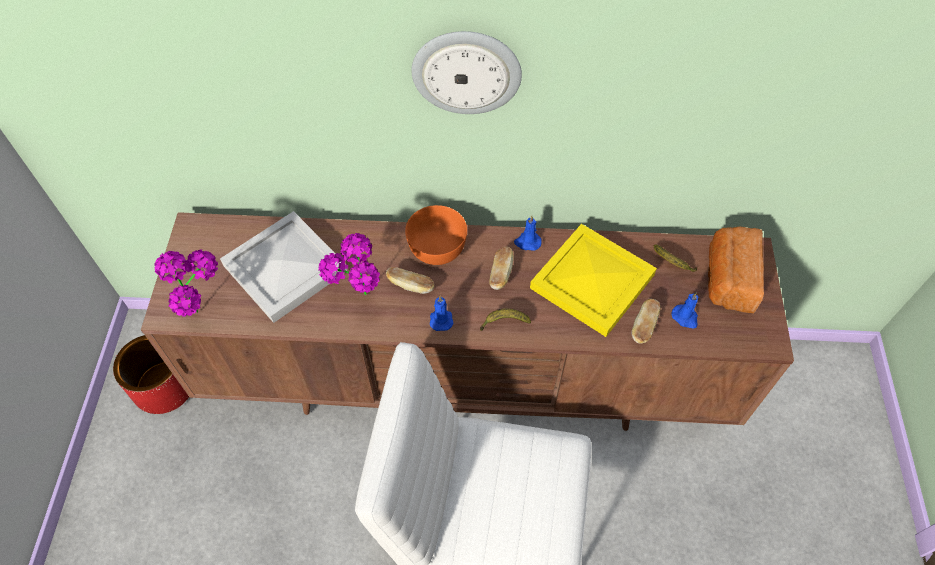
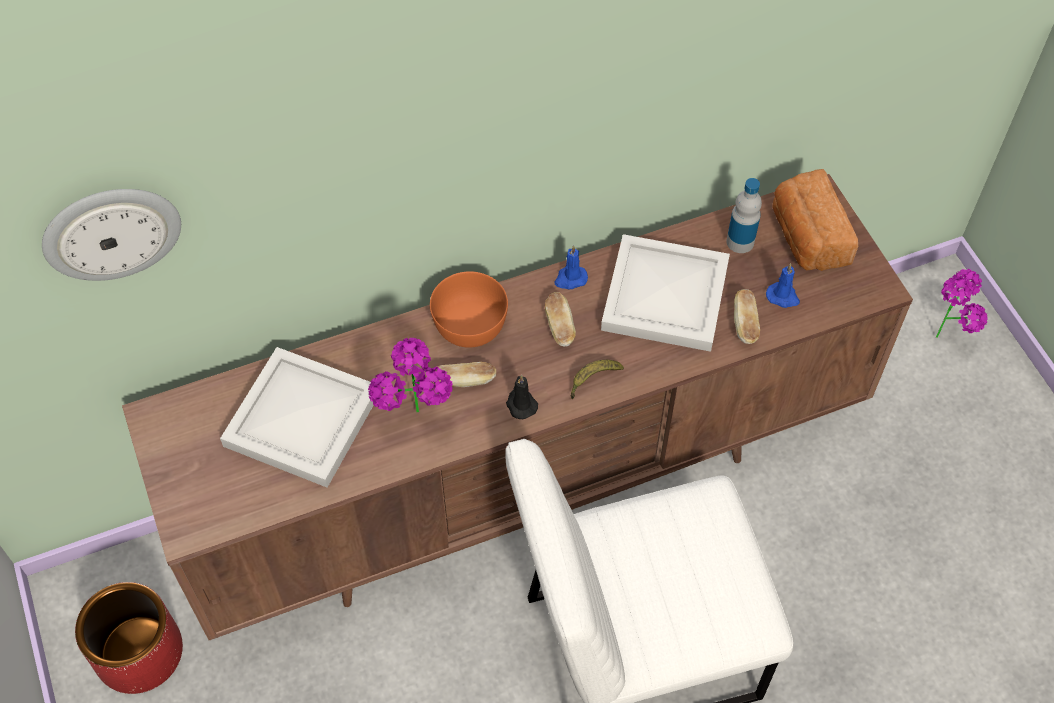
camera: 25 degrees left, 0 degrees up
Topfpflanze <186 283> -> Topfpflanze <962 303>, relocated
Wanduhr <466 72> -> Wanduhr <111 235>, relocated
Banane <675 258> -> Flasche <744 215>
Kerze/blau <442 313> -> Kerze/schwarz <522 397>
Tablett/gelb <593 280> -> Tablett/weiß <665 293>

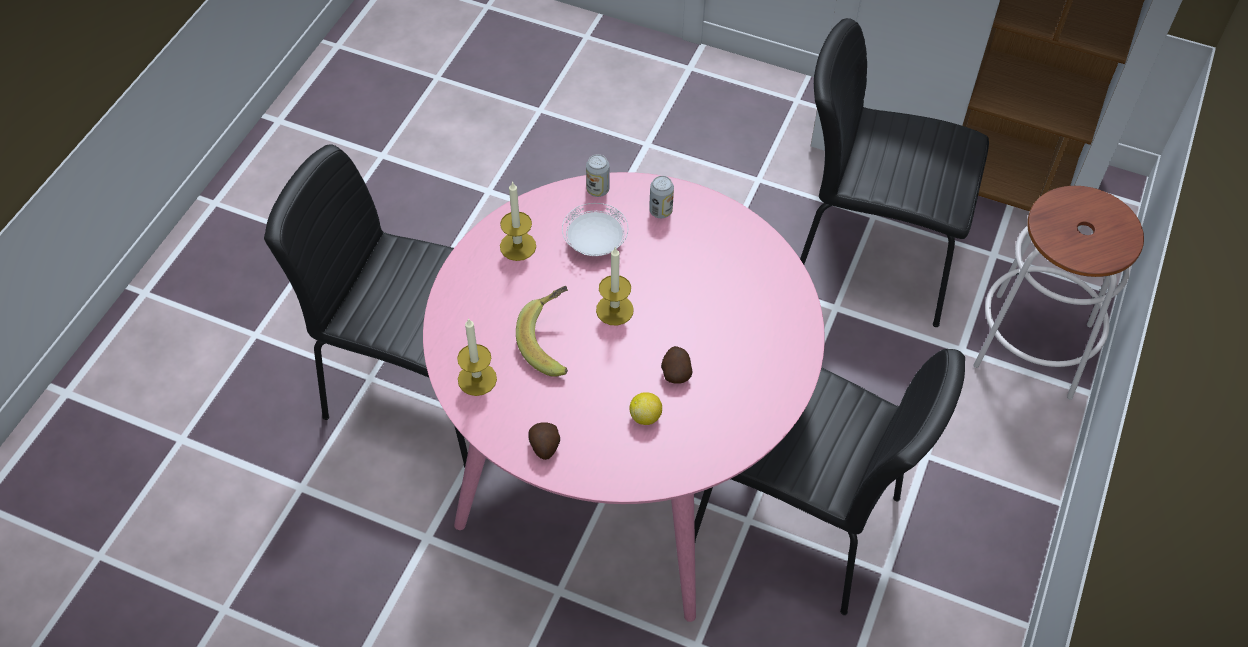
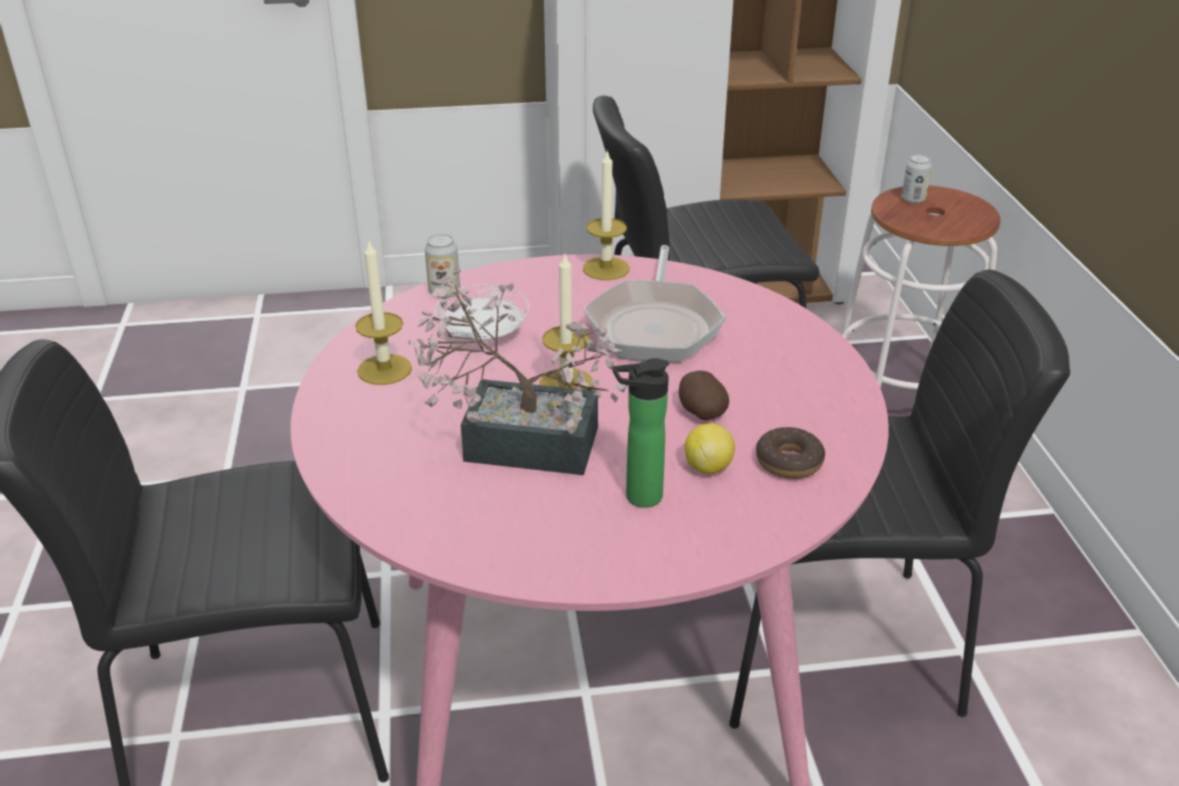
camera: 30 degrees left, 20 degrees down
Kartoffel <544 441> -> none
none -> Pfanne <655 303>
none -> Flasche <640 433>
none -> Donut <790 453>
Kerze <477 357> -> Kerze <606 215>, relocated
Dose <661 197> -> Dose <917 179>, relocated
Banane <542 331> -> Topfpflanze <517 371>

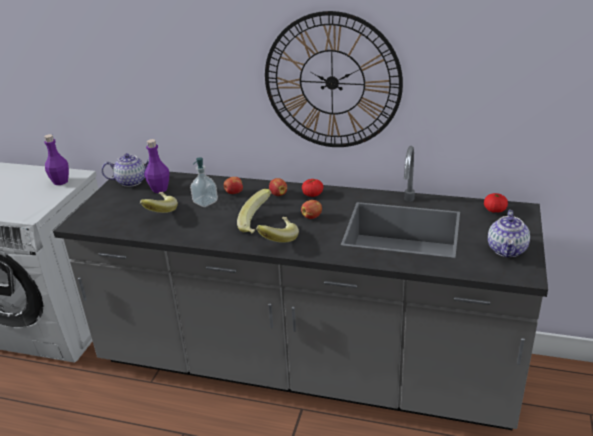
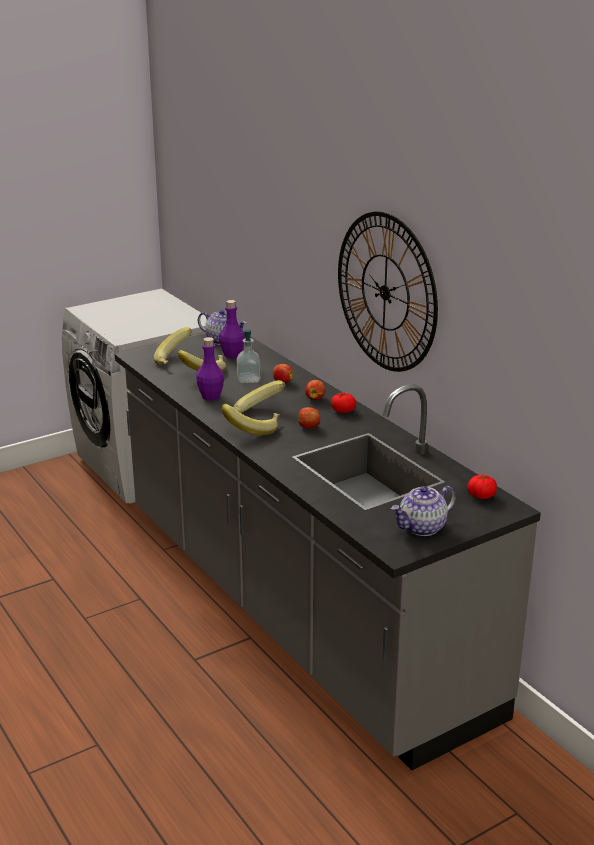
camera: 40 degrees right, 5 degrees down
none -> Banane <173 345>
Flasche/lila <56 159> -> Flasche/lila <210 369>, relocated

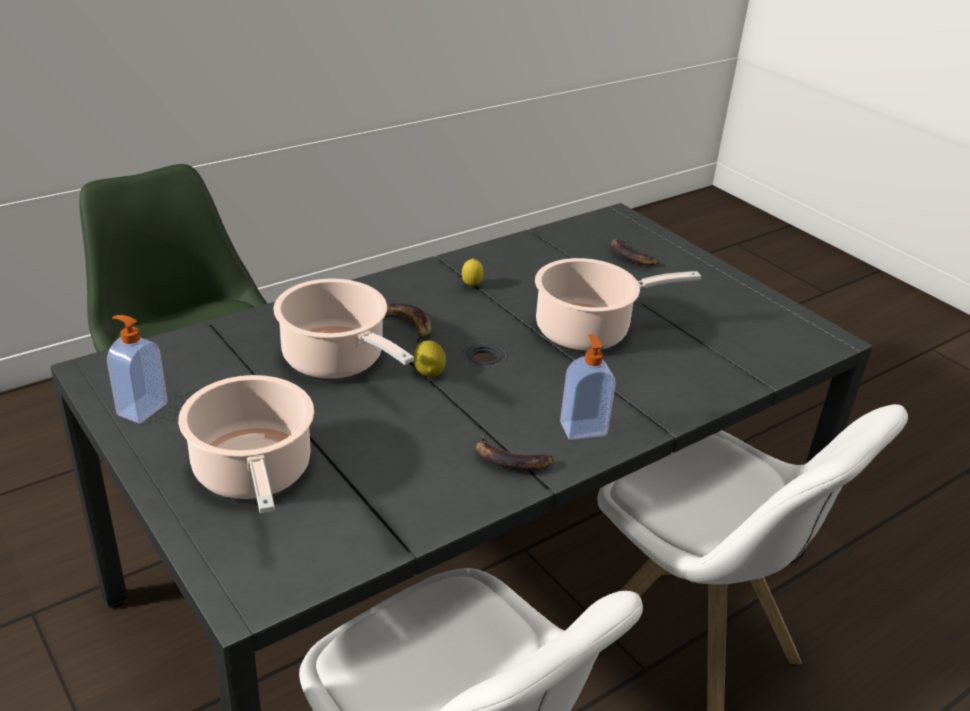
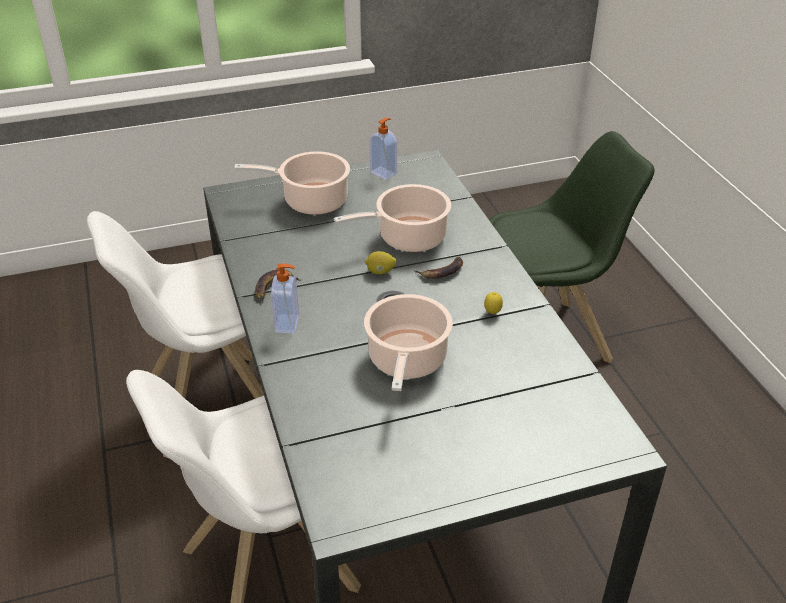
camera: 110 degrees right, 5 degrees up
Banane <635 252> -> none

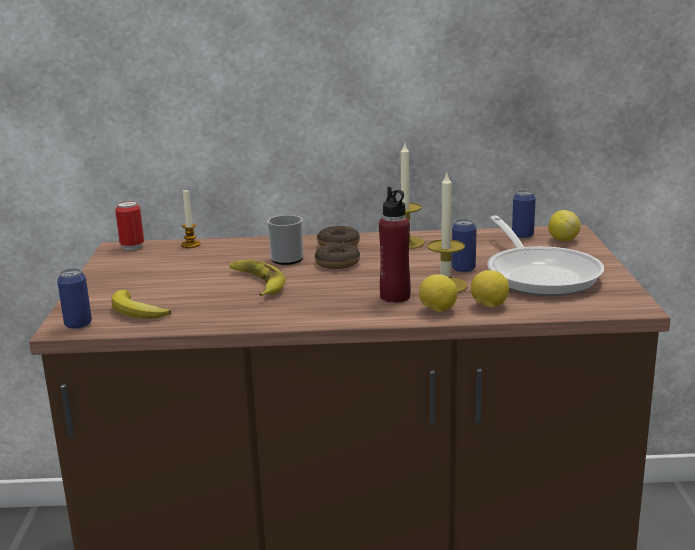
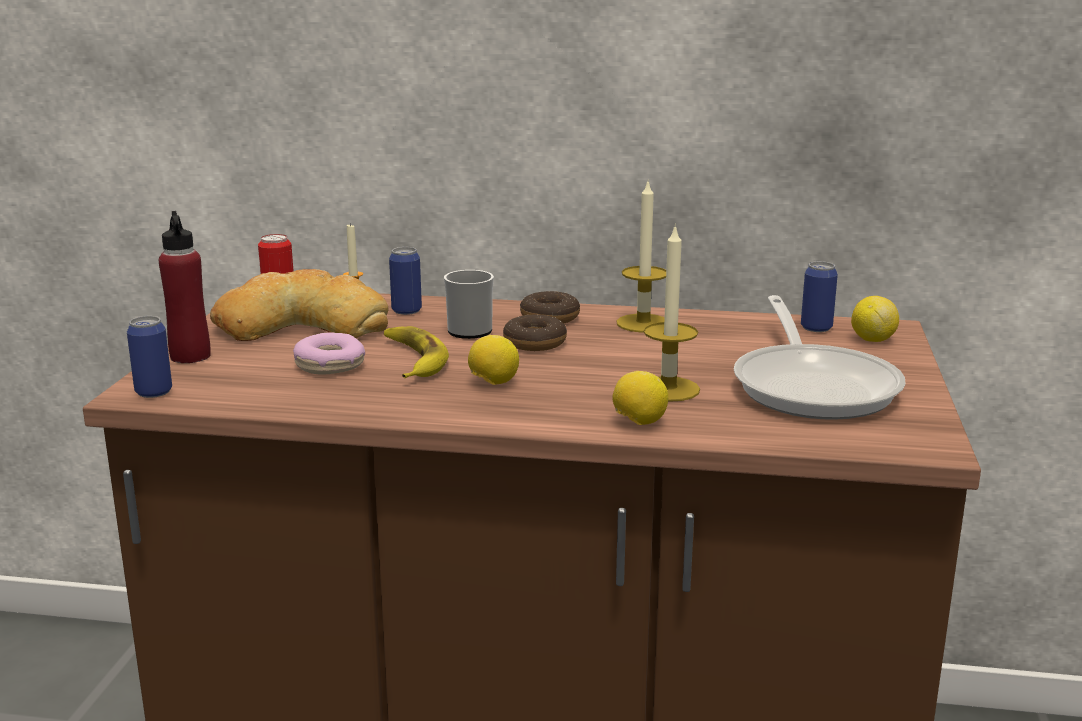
camera: 10 degrees right, 0 degrees up
Banane <141 304> -> none
none -> Brot <299 305>
none -> Donut <329 354>
Flasche/rot <395 245> -> Flasche/rot <185 287>, relocated
Dose <464 245> -> Dose <405 281>, relocated
Zitrone <490 288> -> Zitrone <493 360>, relocated

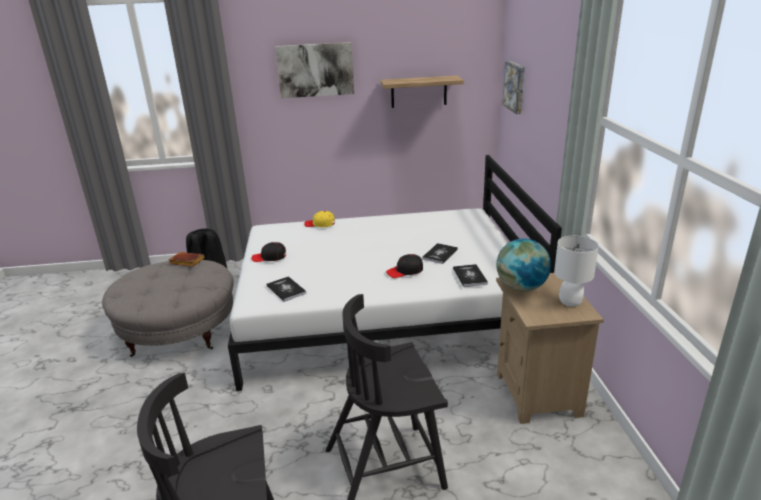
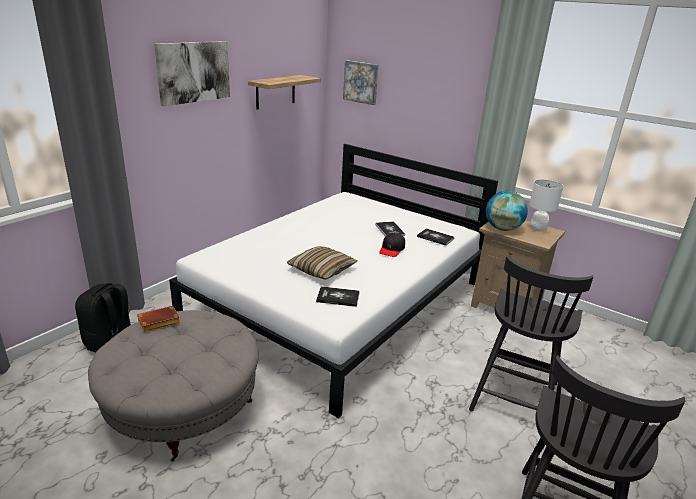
camera: 50 degrees left, 0 degrees up
Kappe/schwarz <268 252> -> none
Kappe/gelb <319 219> -> none
none -> Kissen <322 263>

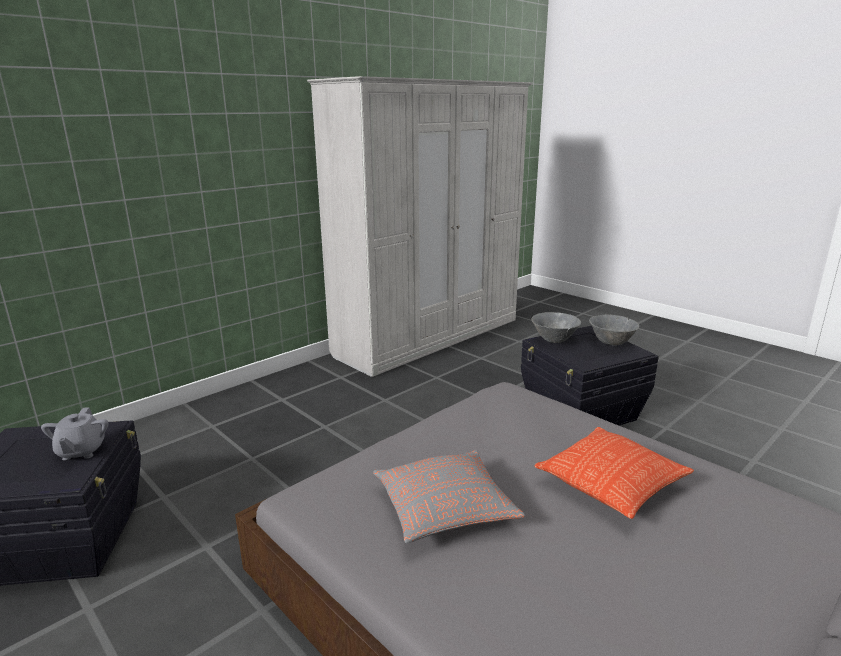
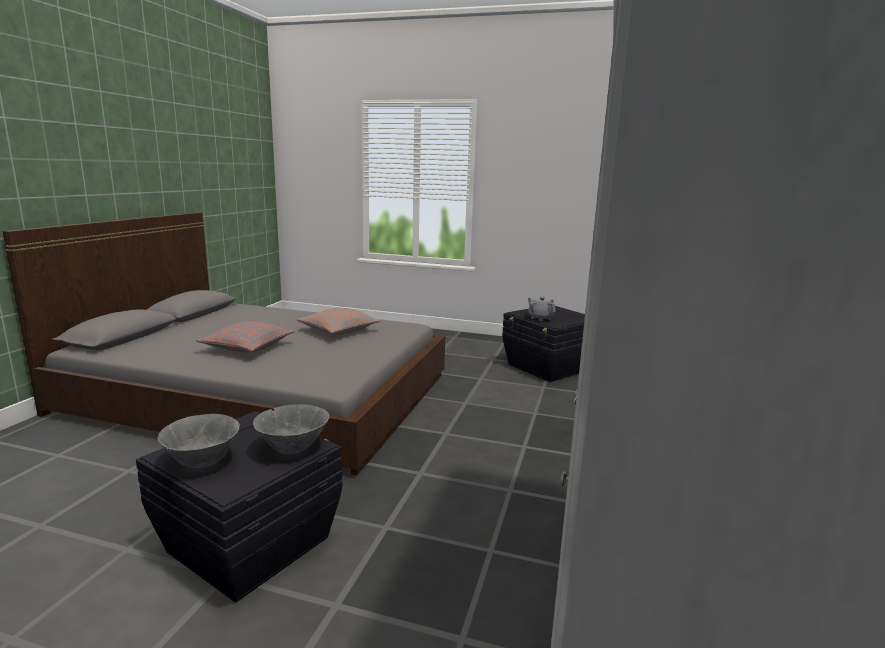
camera: 150 degrees right, 5 degrees down
Kissen/orange <614 473> -> Kissen/grau <245 337>

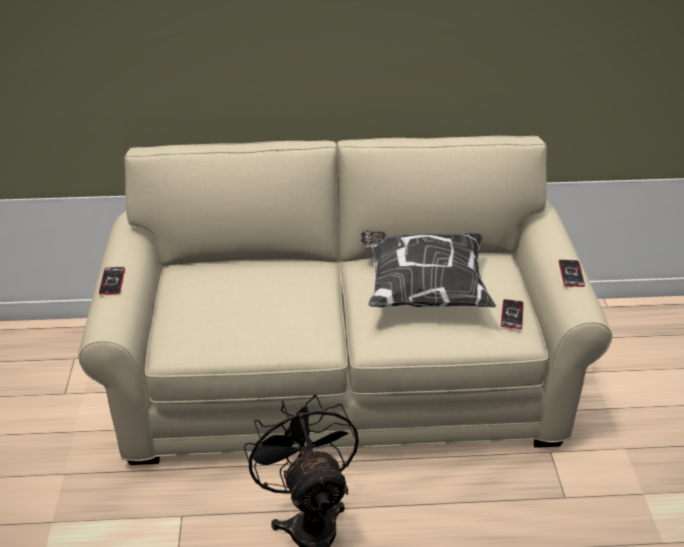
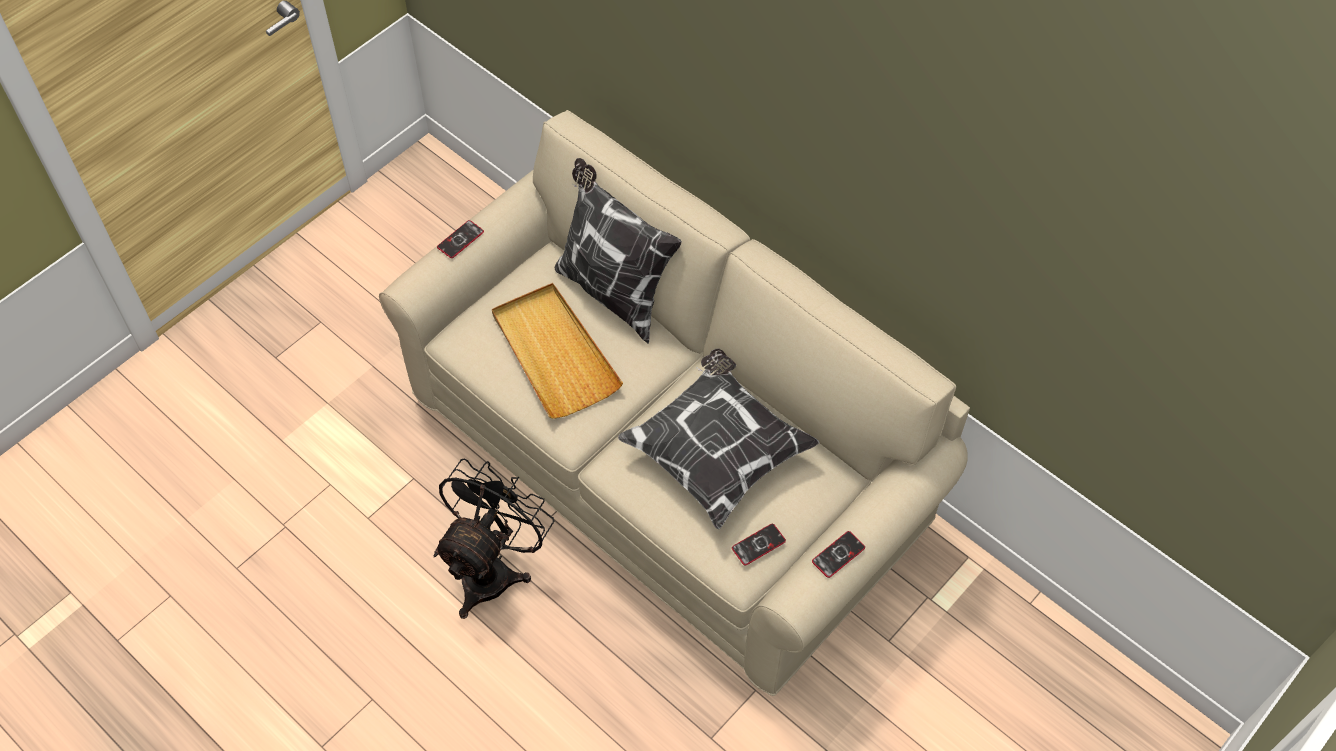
camera: 45 degrees right, 20 degrees up
none -> Tablett/beige <557 351>
none -> Kissen <618 251>

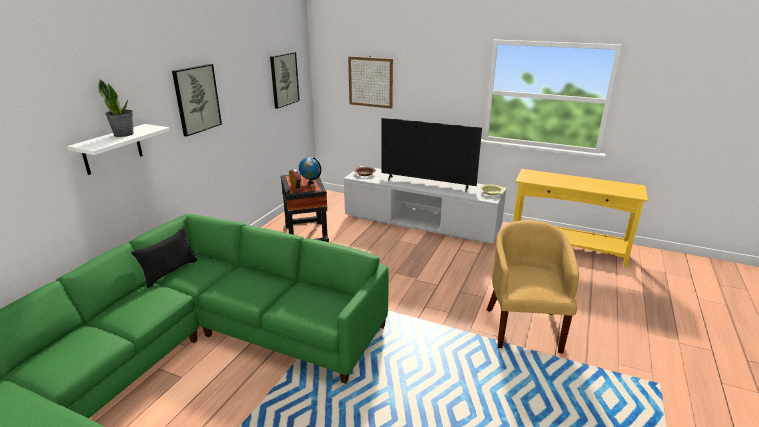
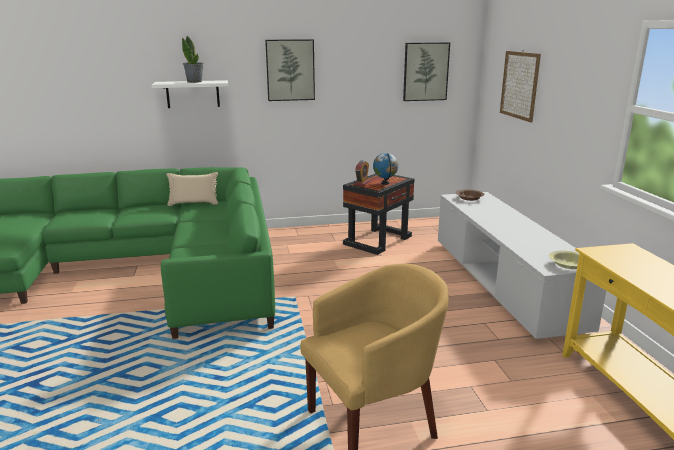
camera: 55 degrees right, 5 degrees down
Fernseher <432 155> -> none
Kissen/schwarz <164 258> -> Kissen/beige <192 189>

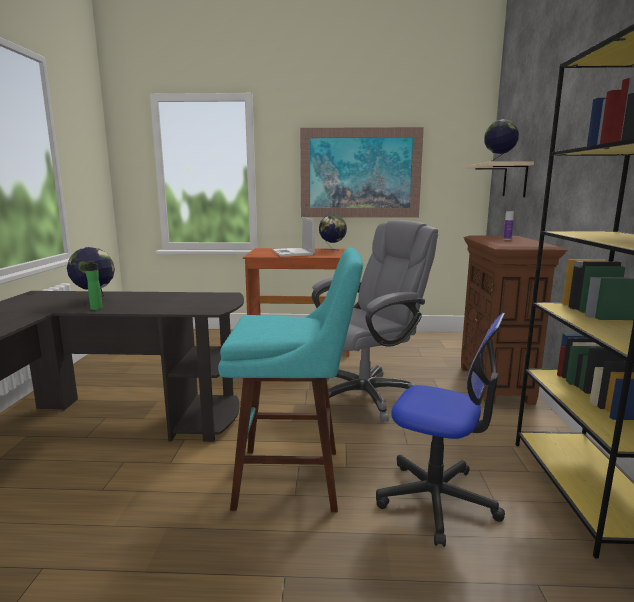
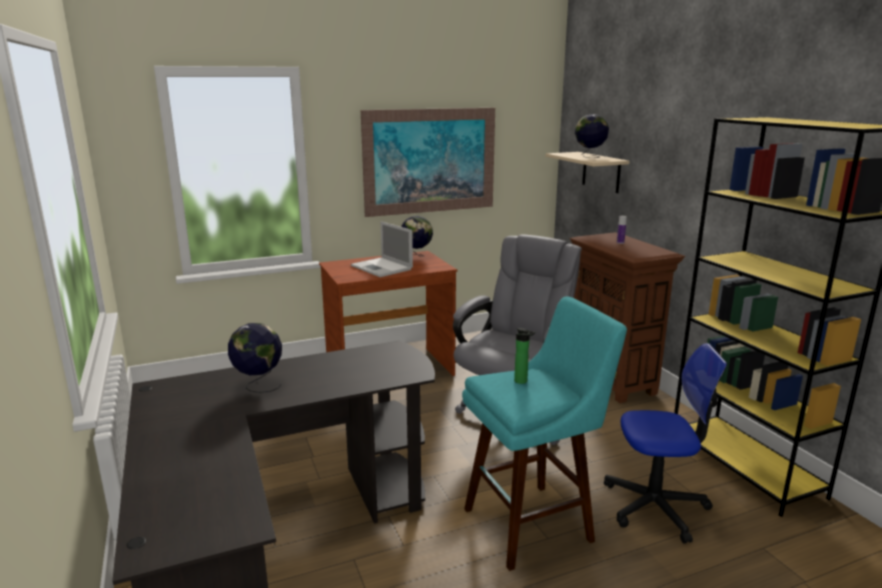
camera: 25 degrees left, 5 degrees up
Flasche <94 285> -> Flasche <524 356>, relocated

